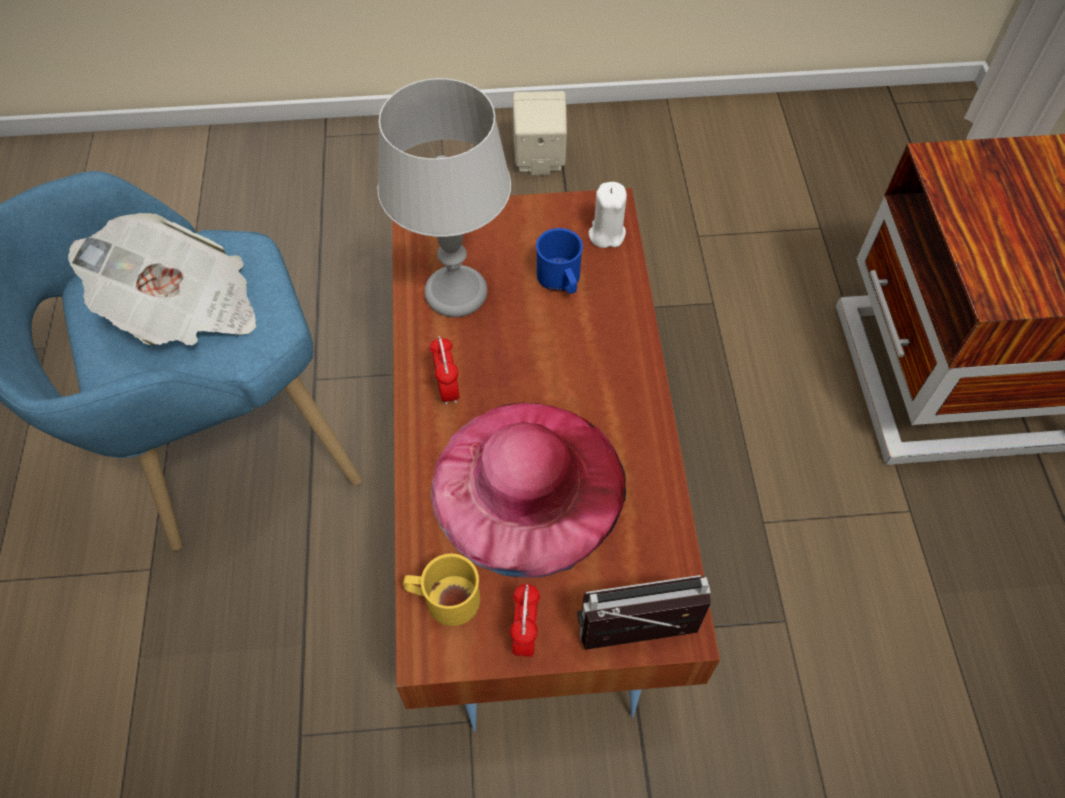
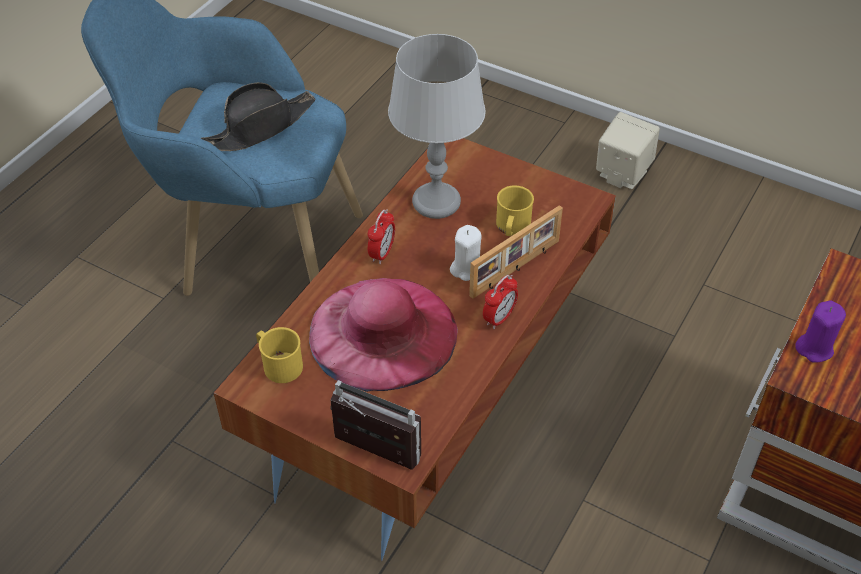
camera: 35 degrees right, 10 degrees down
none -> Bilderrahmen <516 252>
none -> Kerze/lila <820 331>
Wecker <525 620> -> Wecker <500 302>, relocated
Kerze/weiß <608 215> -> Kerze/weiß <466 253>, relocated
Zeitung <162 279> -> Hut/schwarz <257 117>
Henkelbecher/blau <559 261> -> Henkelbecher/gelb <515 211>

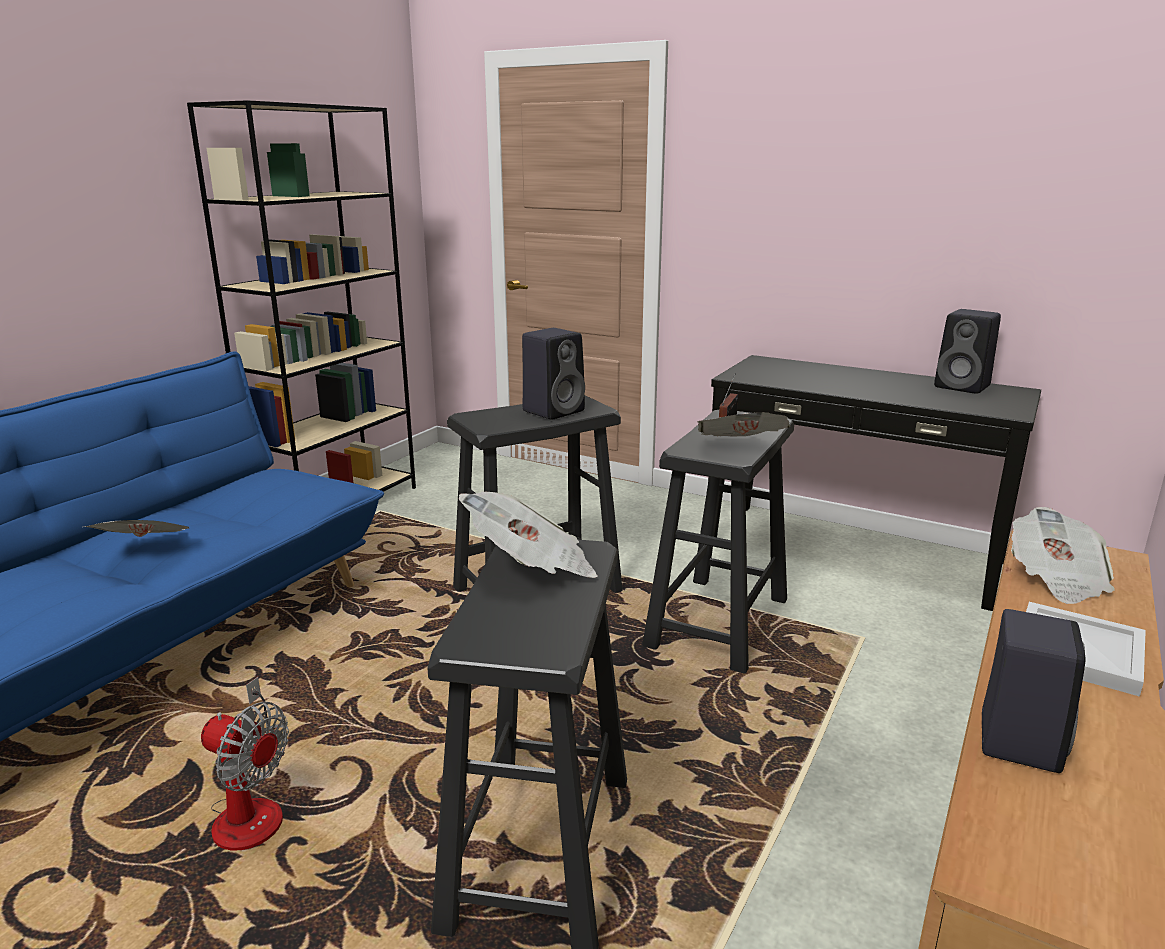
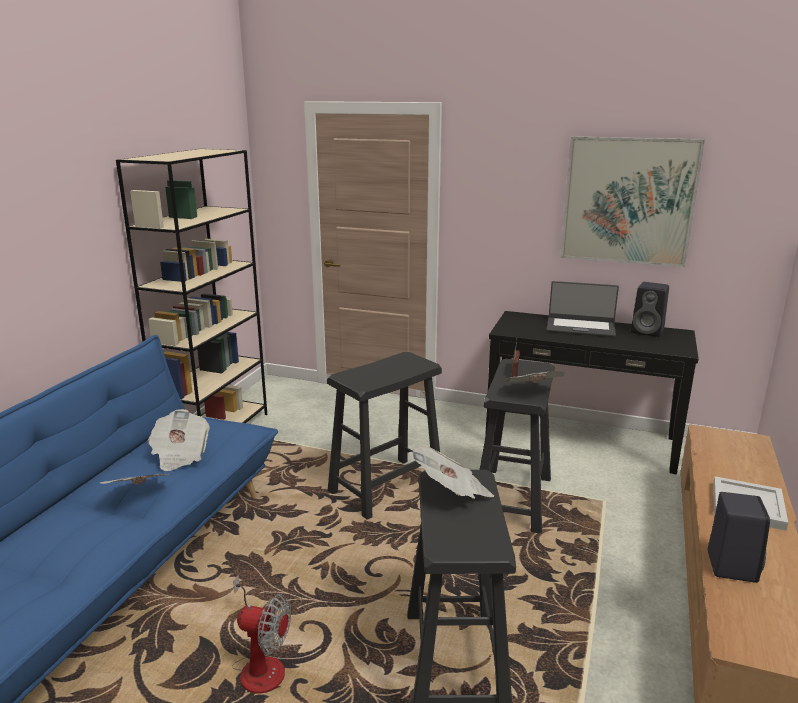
camera: 10 degrees left, 0 degrees up
Lautsprecher/schwarz <553 374> -> none
none -> Laptop <582 309>
none -> Bild <632 201>
Zeitung <1063 555> -> Zeitung <179 440>, relocated

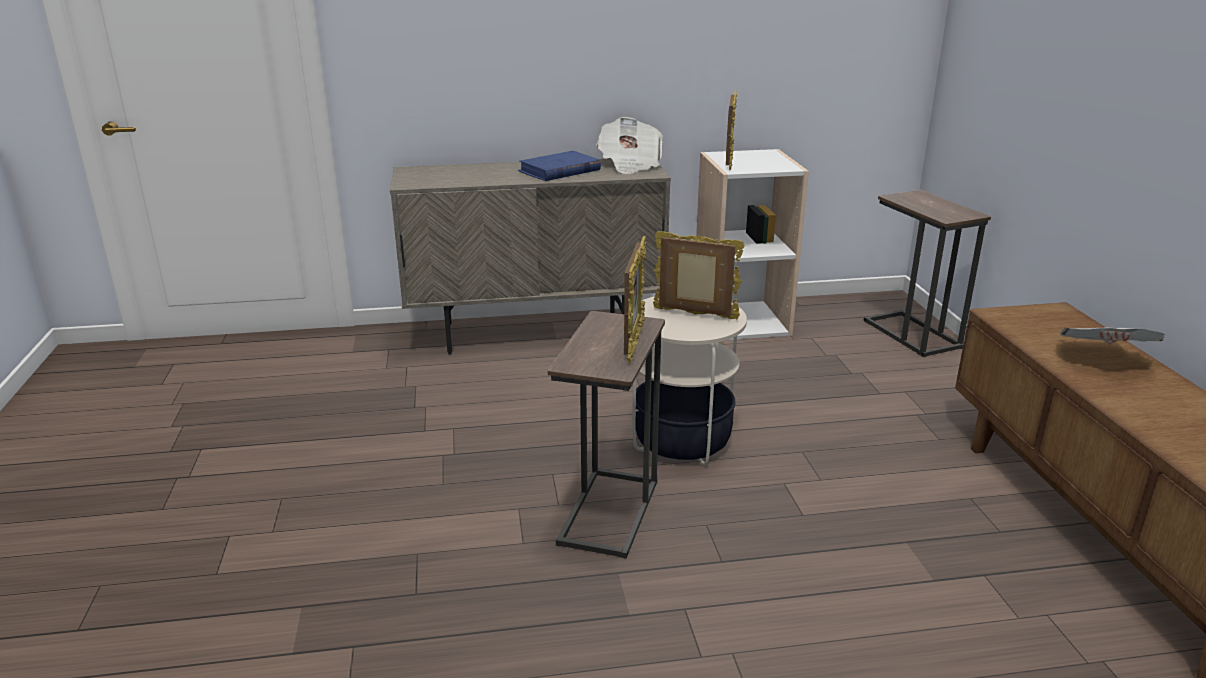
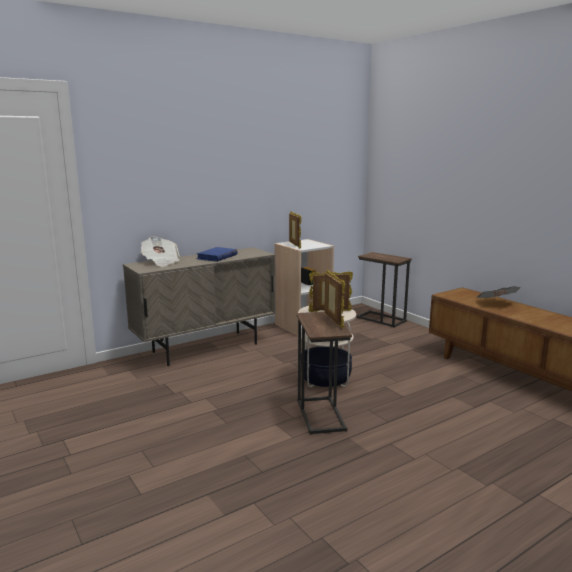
camera: 25 degrees left, 10 degrees down
Zeitung <629 145> -> Zeitung <160 252>, relocated

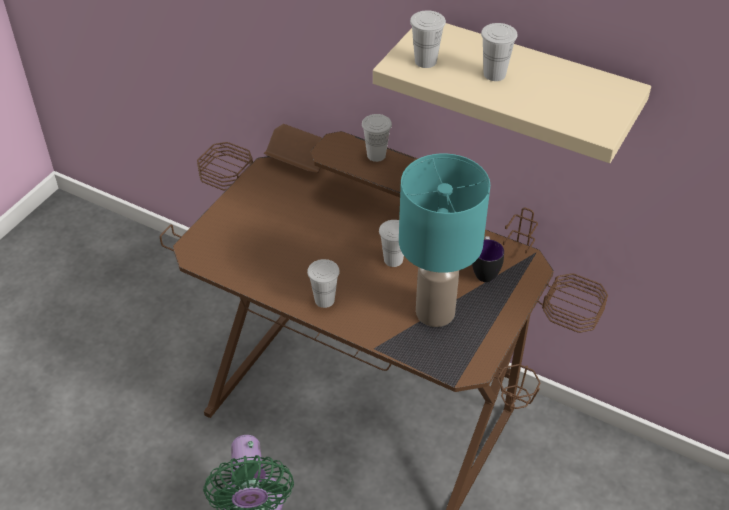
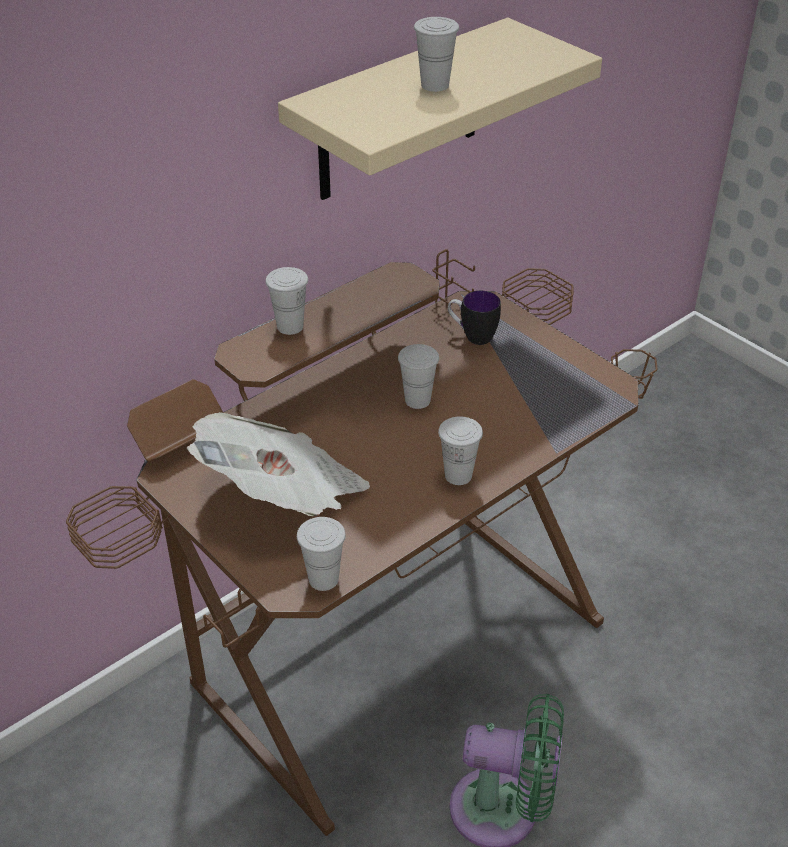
camera: 70 degrees left, 5 degrees down
Tischlampe/türkis <444 240> -> none
none -> Zeitung <278 464>
Tasse/weiß <428 39> -> Tasse/weiß <321 554>, relocated

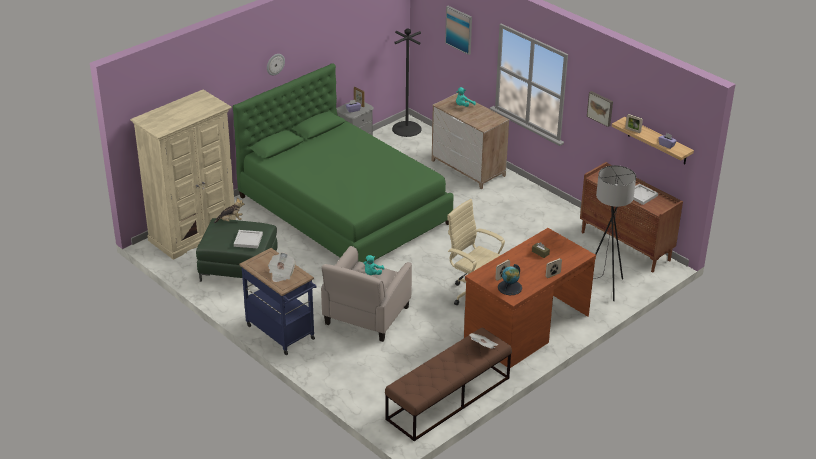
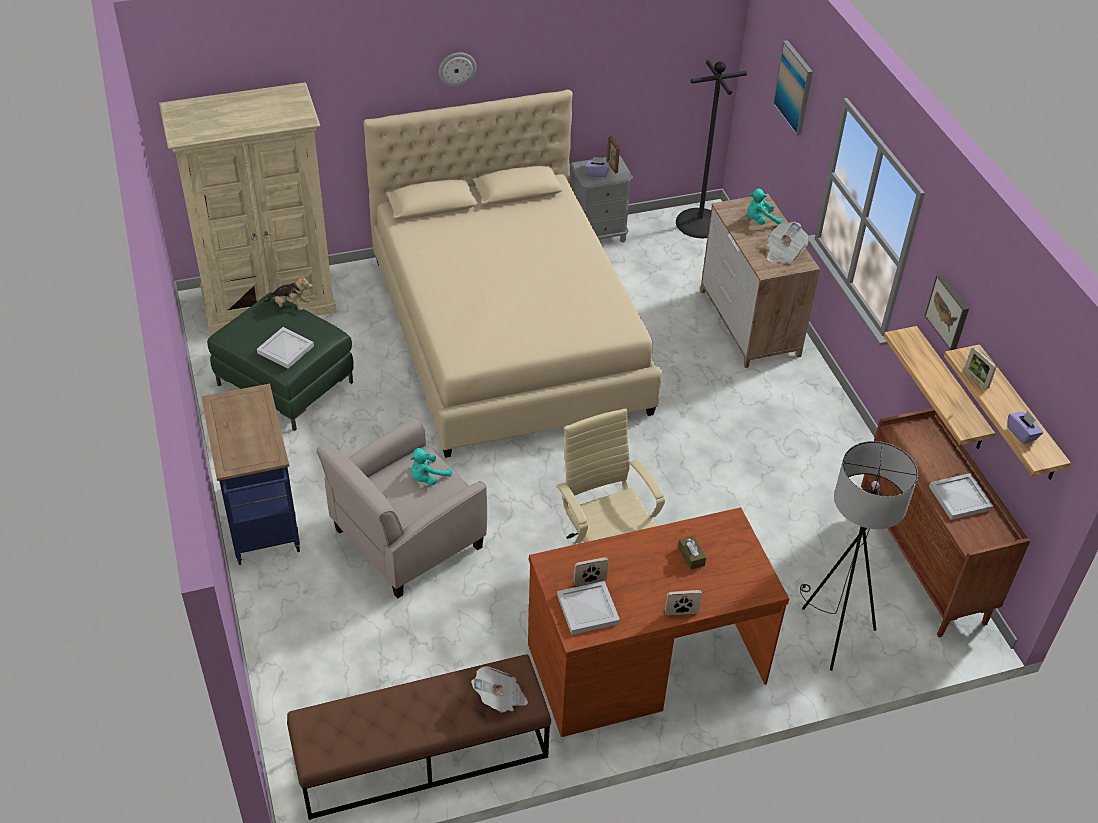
camera: 25 degrees right, 10 degrees up
none -> Wandregal <939 387>
Zeitung <282 267> -> Zeitung <787 243>, relocated
Globus <510 279> -> Tablett/weiß <588 608>
Bett/grün <343 163> -> Bett/beige <512 274>

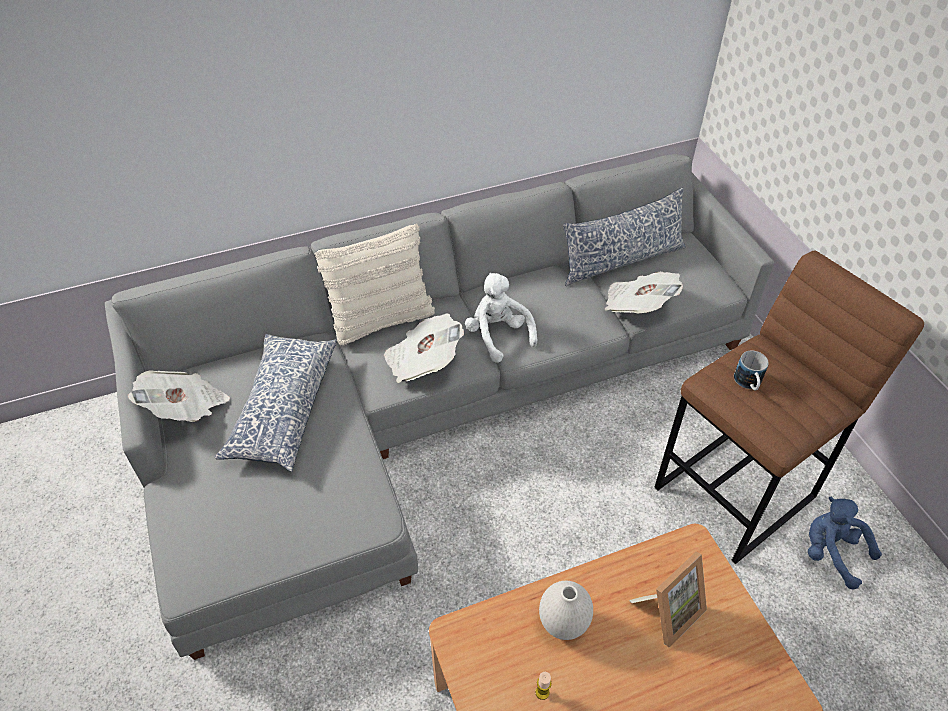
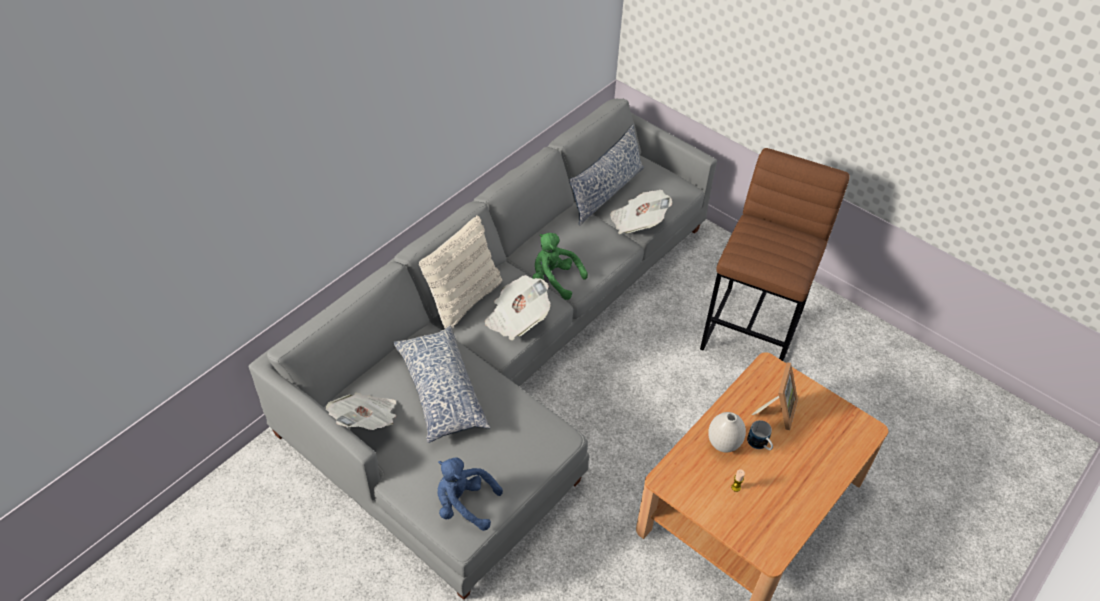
camera: 30 degrees left, 0 degrees up
Henkelbecher <751 371> -> Henkelbecher <760 435>, relocated
Plüschtier/blau <845 543> -> Plüschtier/blau <470 494>, relocated
Plüschtier/weiß <501 318> -> Plüschtier/grün <560 266>

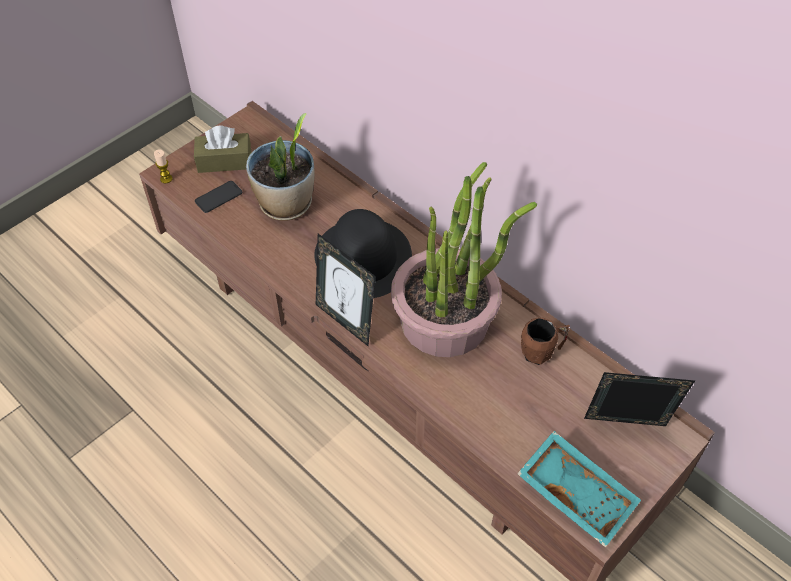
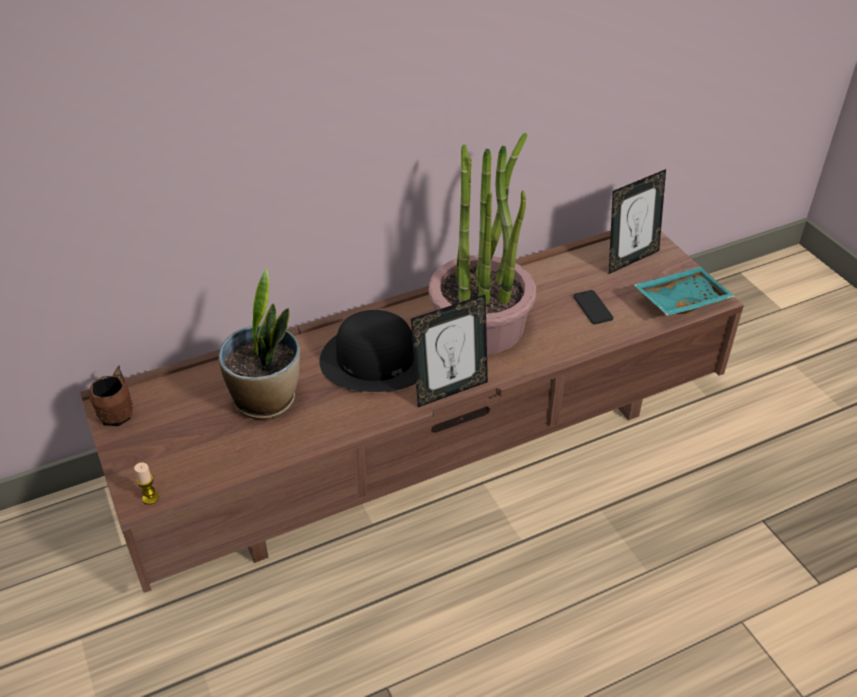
camera: 70 degrees left, 10 degrees down
Taschentuchbox/braun <222 149> -> none
Handy <218 197> -> Handy <593 307>, relocated
Henkelbecher/braun <545 341> -> Henkelbecher/braun <111 395>, relocated
Bilderrahmen <639 399> -> Bilderrahmen <637 221>, 150 degrees counterclockwise

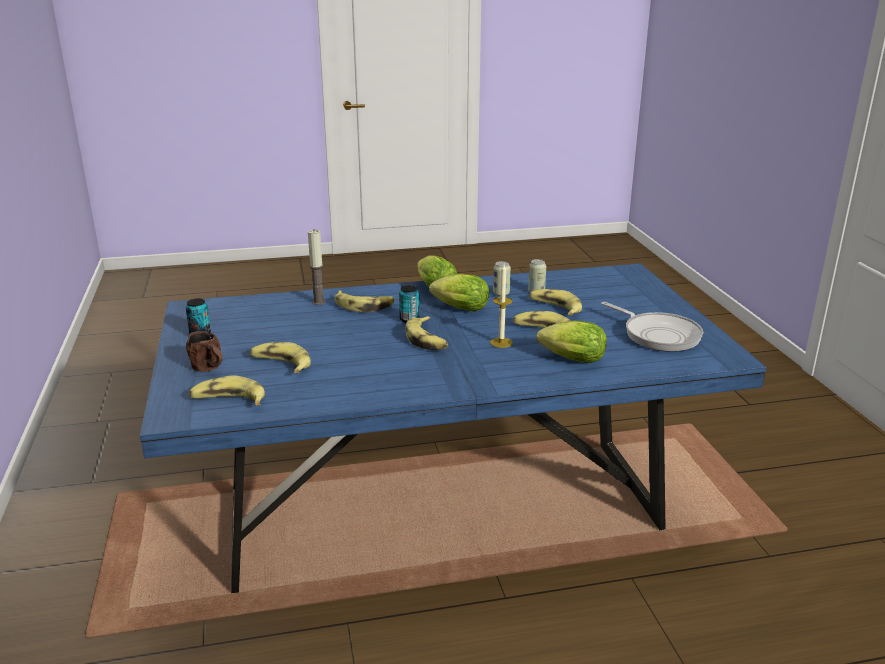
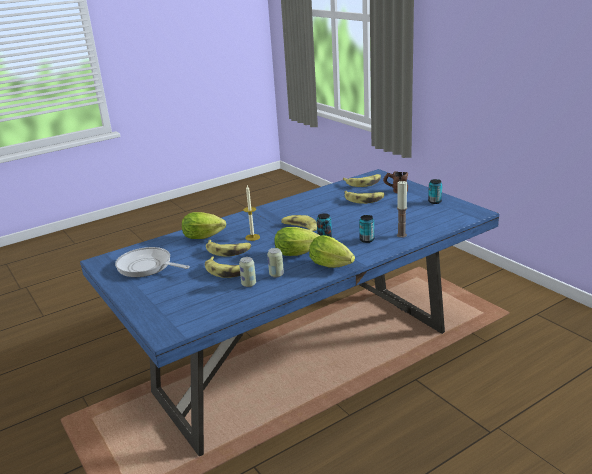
camera: 160 degrees right, 0 degrees up
Banane <364 301> -> Dose <366 229>

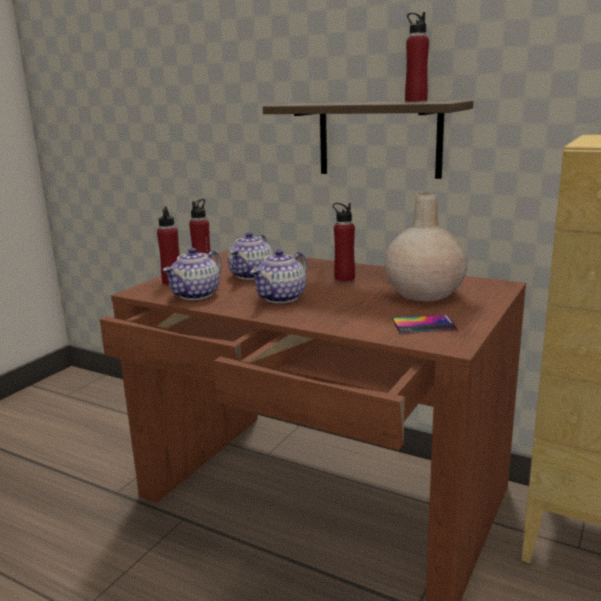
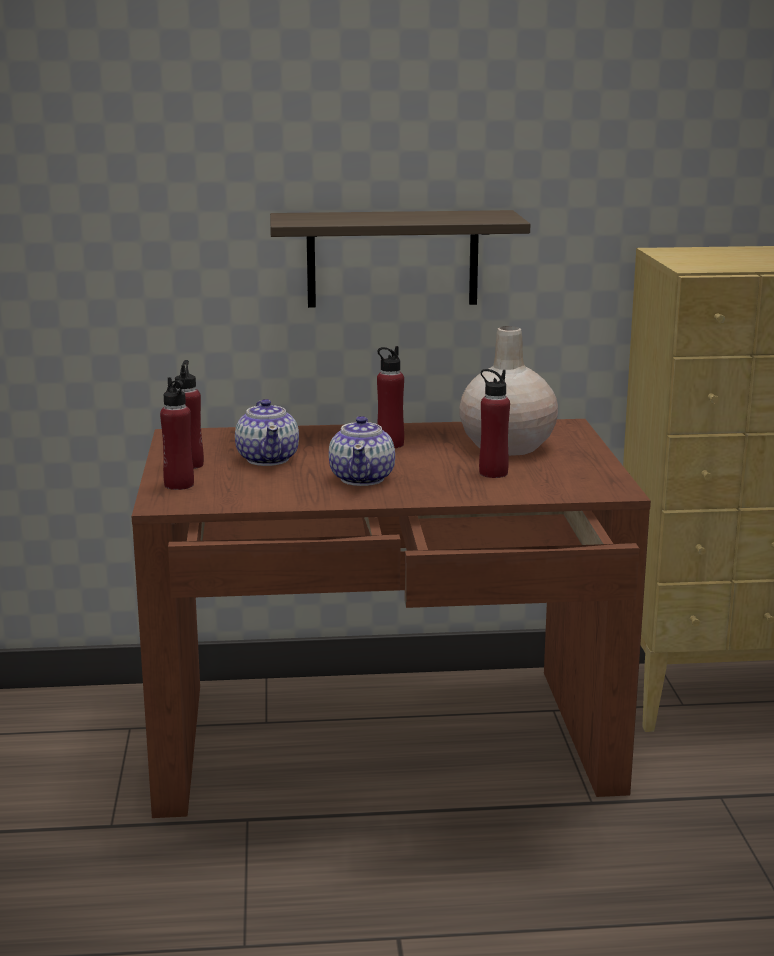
camera: 35 degrees left, 0 degrees up
Teekanne <192 274> -> none
Handy <425 324> -> none
Flasche/rot <417 57> -> Flasche/rot <494 423>, relocated

